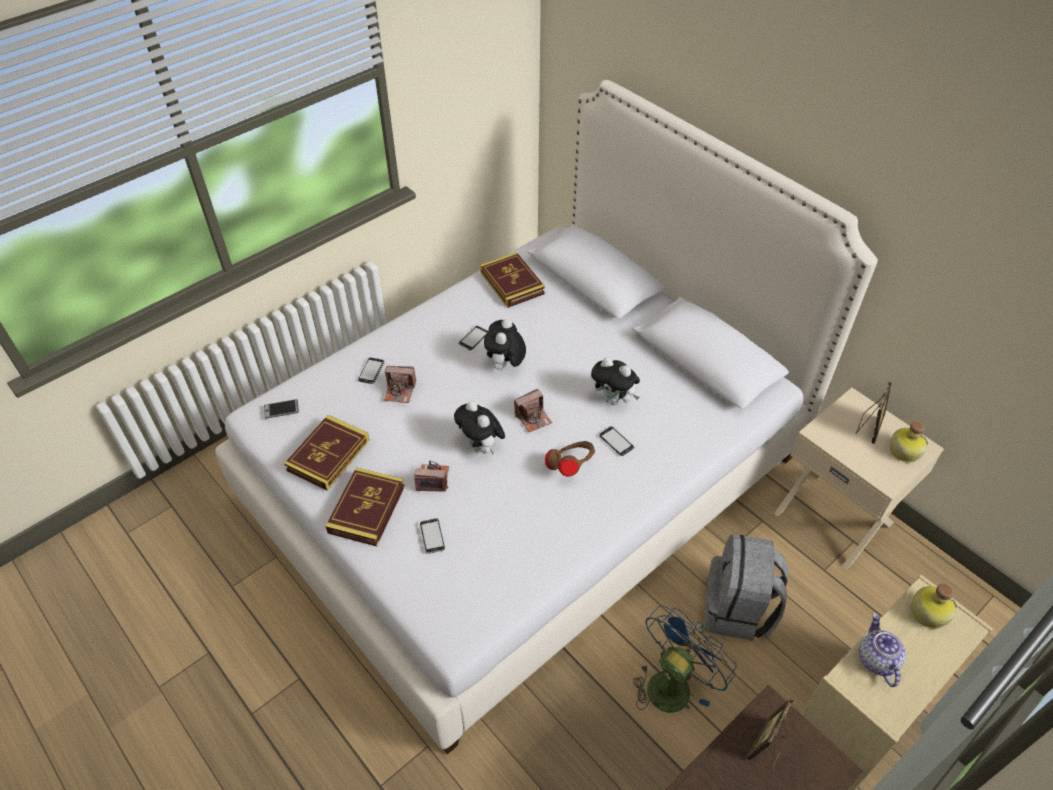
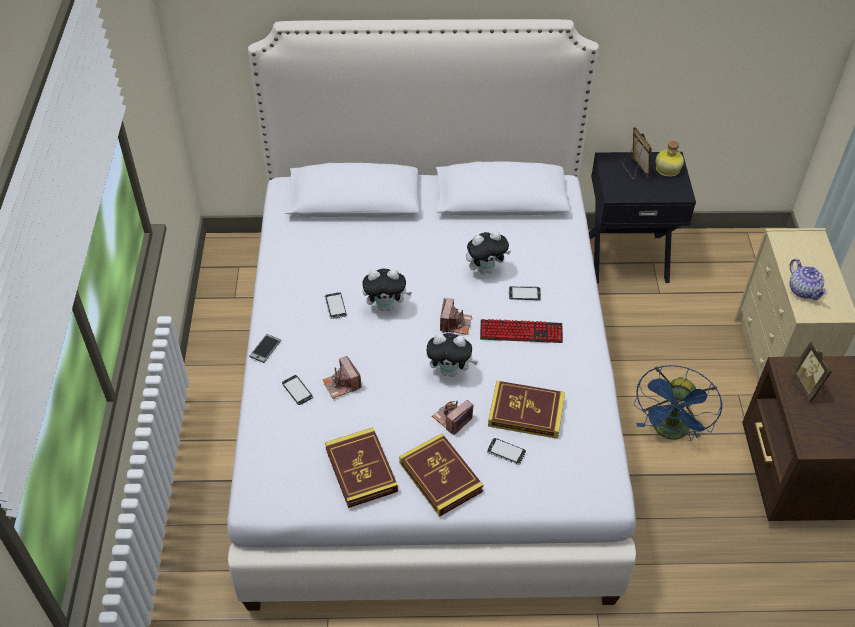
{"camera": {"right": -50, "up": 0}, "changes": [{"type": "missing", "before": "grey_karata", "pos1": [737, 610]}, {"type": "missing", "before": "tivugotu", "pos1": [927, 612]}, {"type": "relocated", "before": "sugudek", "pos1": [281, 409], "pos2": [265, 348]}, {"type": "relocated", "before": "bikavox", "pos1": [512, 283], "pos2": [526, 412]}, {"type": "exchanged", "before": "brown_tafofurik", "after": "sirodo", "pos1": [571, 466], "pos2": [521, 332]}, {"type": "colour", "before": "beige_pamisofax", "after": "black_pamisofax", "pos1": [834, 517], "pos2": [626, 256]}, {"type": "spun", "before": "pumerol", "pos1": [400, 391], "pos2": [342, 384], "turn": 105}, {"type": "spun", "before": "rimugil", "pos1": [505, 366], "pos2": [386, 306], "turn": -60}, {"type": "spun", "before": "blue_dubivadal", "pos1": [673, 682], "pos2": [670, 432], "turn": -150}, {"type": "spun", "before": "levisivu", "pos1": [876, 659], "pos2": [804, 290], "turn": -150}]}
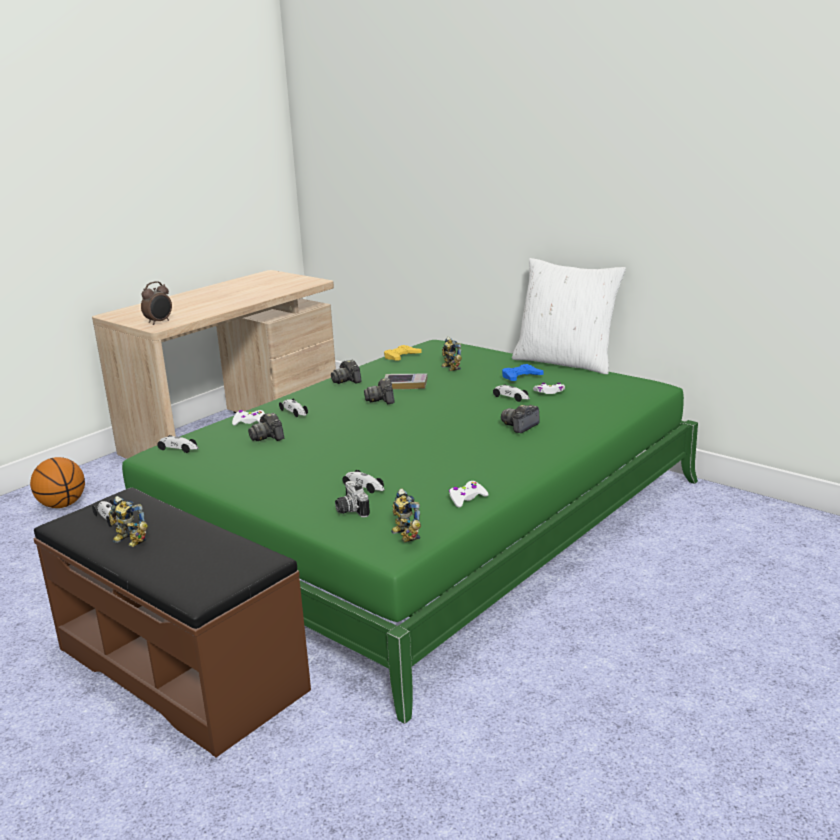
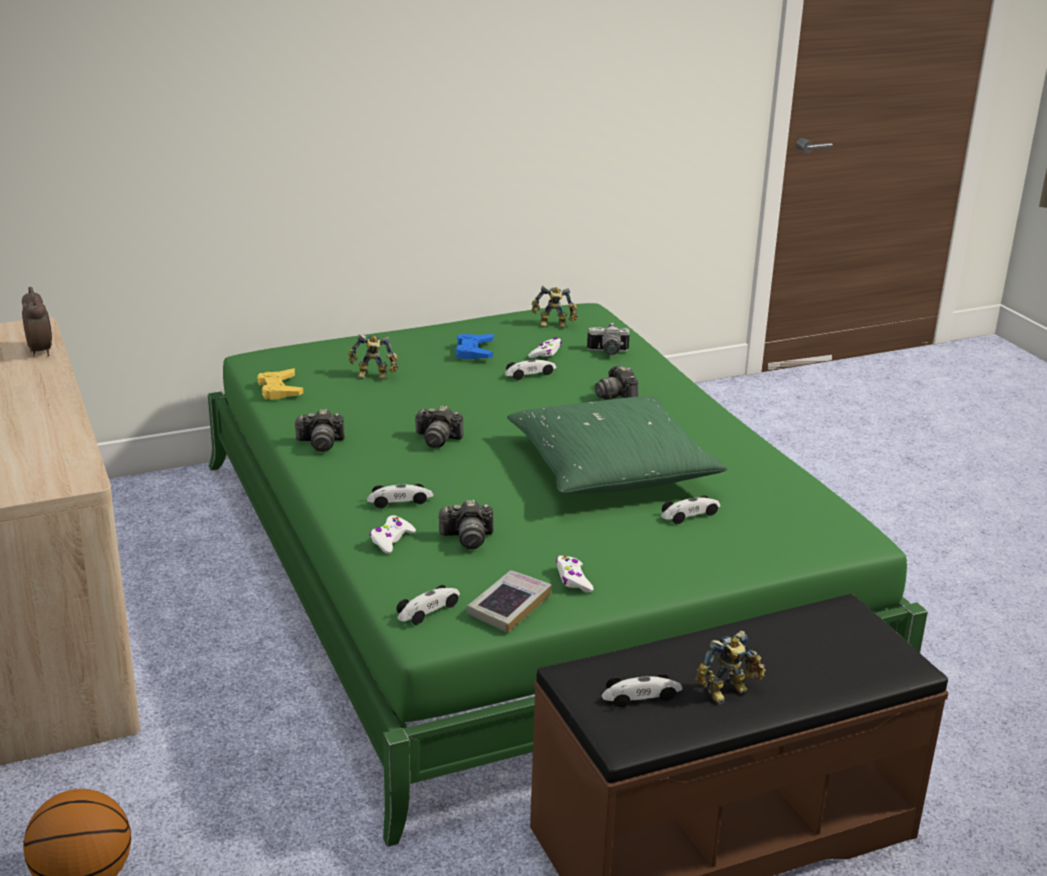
{"camera": {"right": -65, "up": 5}, "changes": [{"type": "missing", "before": "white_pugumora", "pos1": [566, 362]}, {"type": "appeared", "after": "green_pugumora", "pos2": [611, 468]}, {"type": "relocated", "before": "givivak", "pos1": [159, 322], "pos2": [41, 351]}, {"type": "relocated", "before": "pumerol", "pos1": [350, 510], "pos2": [608, 352]}, {"type": "relocated", "before": "bikavox", "pos1": [405, 384], "pos2": [509, 606]}, {"type": "relocated", "before": "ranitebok", "pos1": [404, 536], "pos2": [554, 325]}, {"type": "relocated", "before": "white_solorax", "pos1": [467, 498], "pos2": [573, 579]}]}
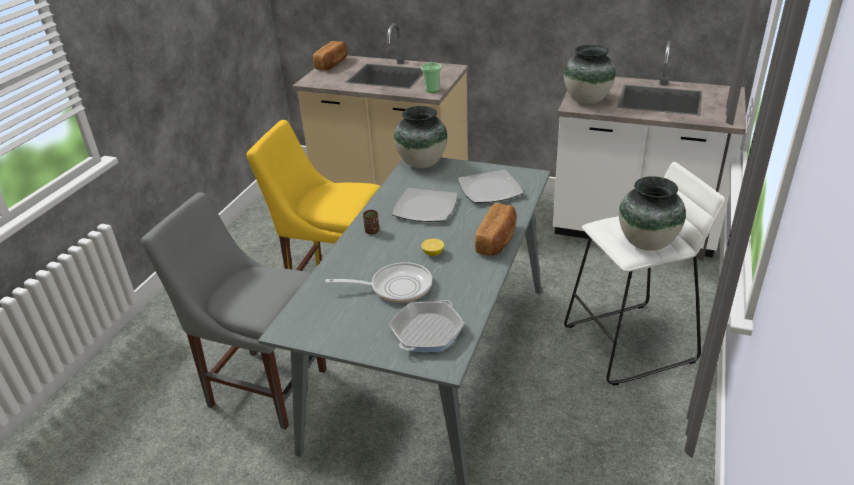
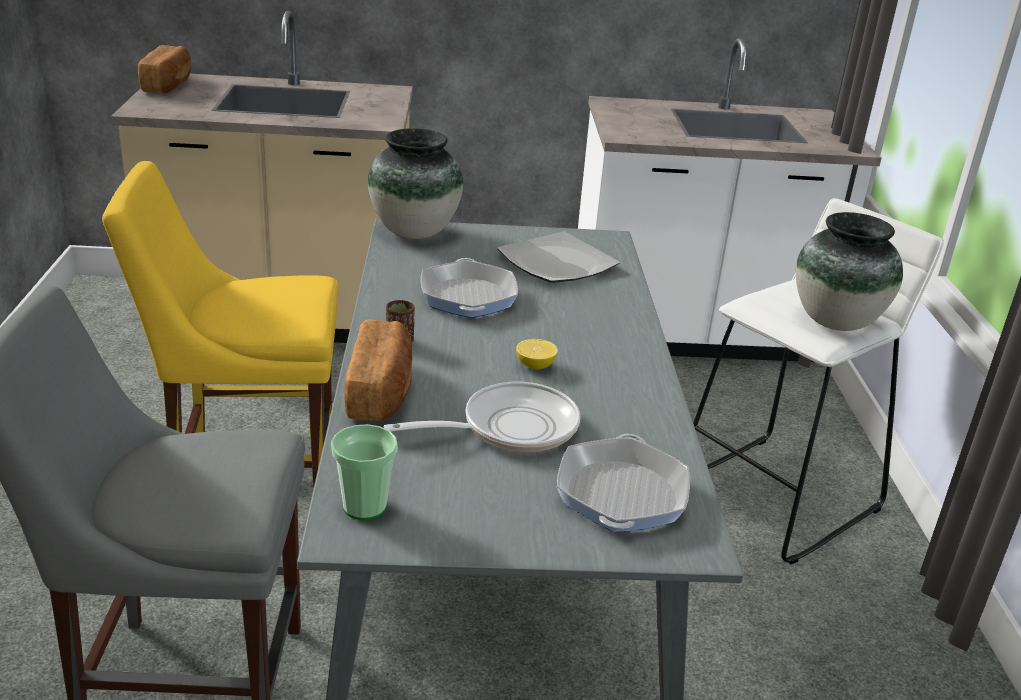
{"camera": {"right": -25, "up": -5}, "changes": [{"type": "missing", "before": "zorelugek", "pos1": [587, 100]}, {"type": "relocated", "before": "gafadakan", "pos1": [432, 90], "pos2": [364, 506]}, {"type": "relocated", "before": "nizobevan", "pos1": [497, 240], "pos2": [381, 391]}, {"type": "exchanged", "before": "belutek", "after": "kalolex", "pos1": [425, 207], "pos2": [468, 297]}]}
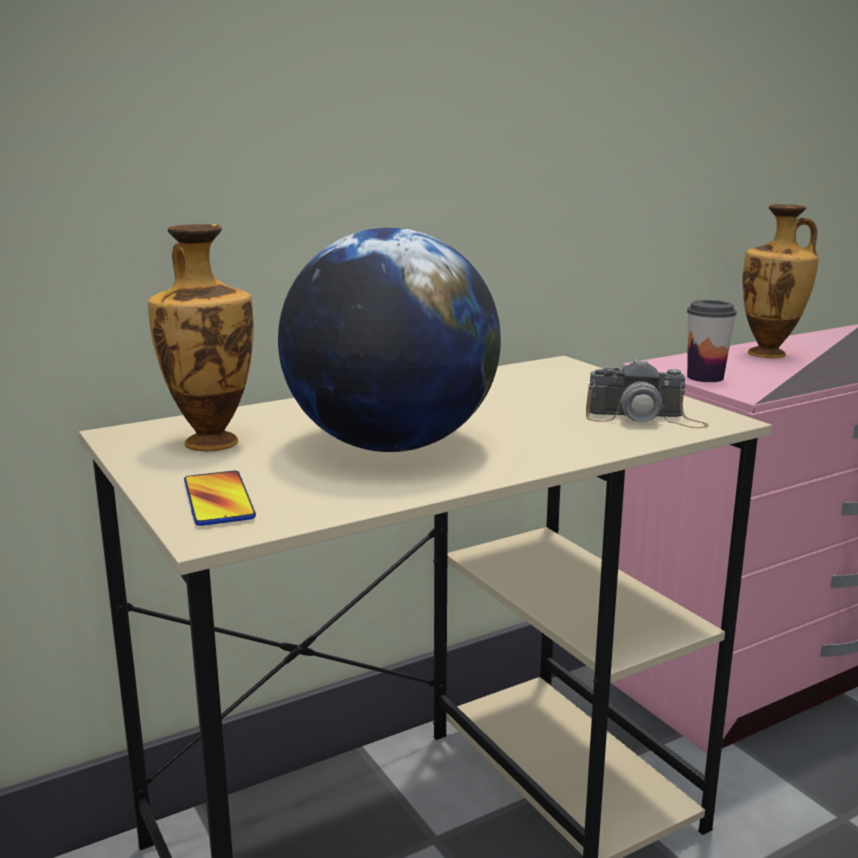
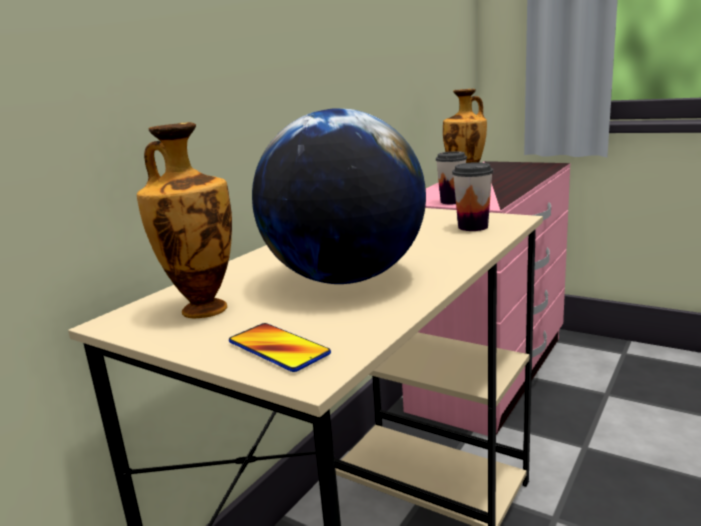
{"camera": {"right": -25, "up": 0}, "changes": [{"type": "exchanged", "before": "pumerol", "after": "gafadakan", "pos1": [645, 418], "pos2": [473, 227]}]}
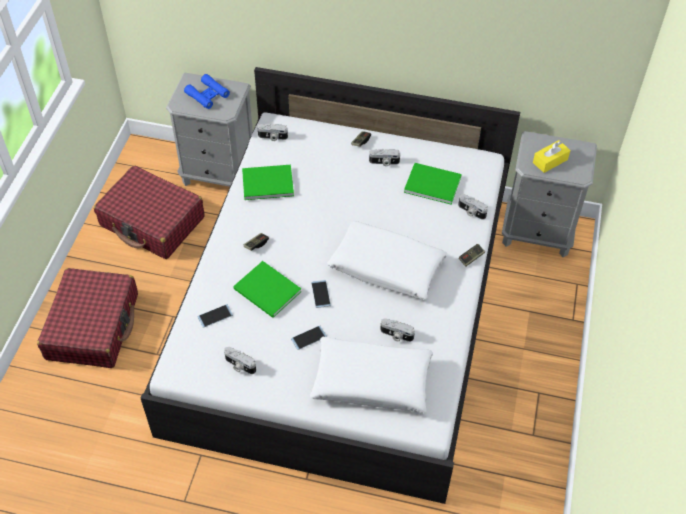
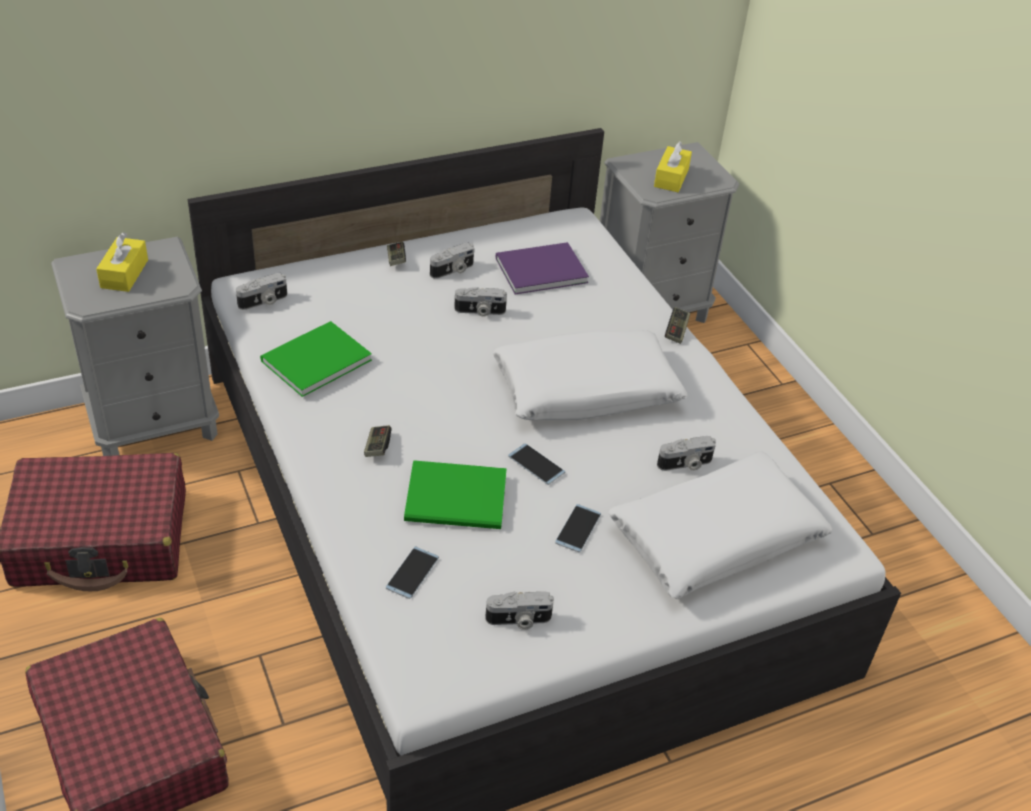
{"camera": {"right": -40, "up": -10}, "changes": [{"type": "relocated", "before": "pumerol", "pos1": [471, 212], "pos2": [480, 311]}, {"type": "exchanged", "before": "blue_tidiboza", "after": "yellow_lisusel", "pos1": [207, 95], "pos2": [124, 274]}, {"type": "colour", "before": "green_bikavox", "after": "purple_bikavox", "pos1": [431, 183], "pos2": [538, 269]}]}
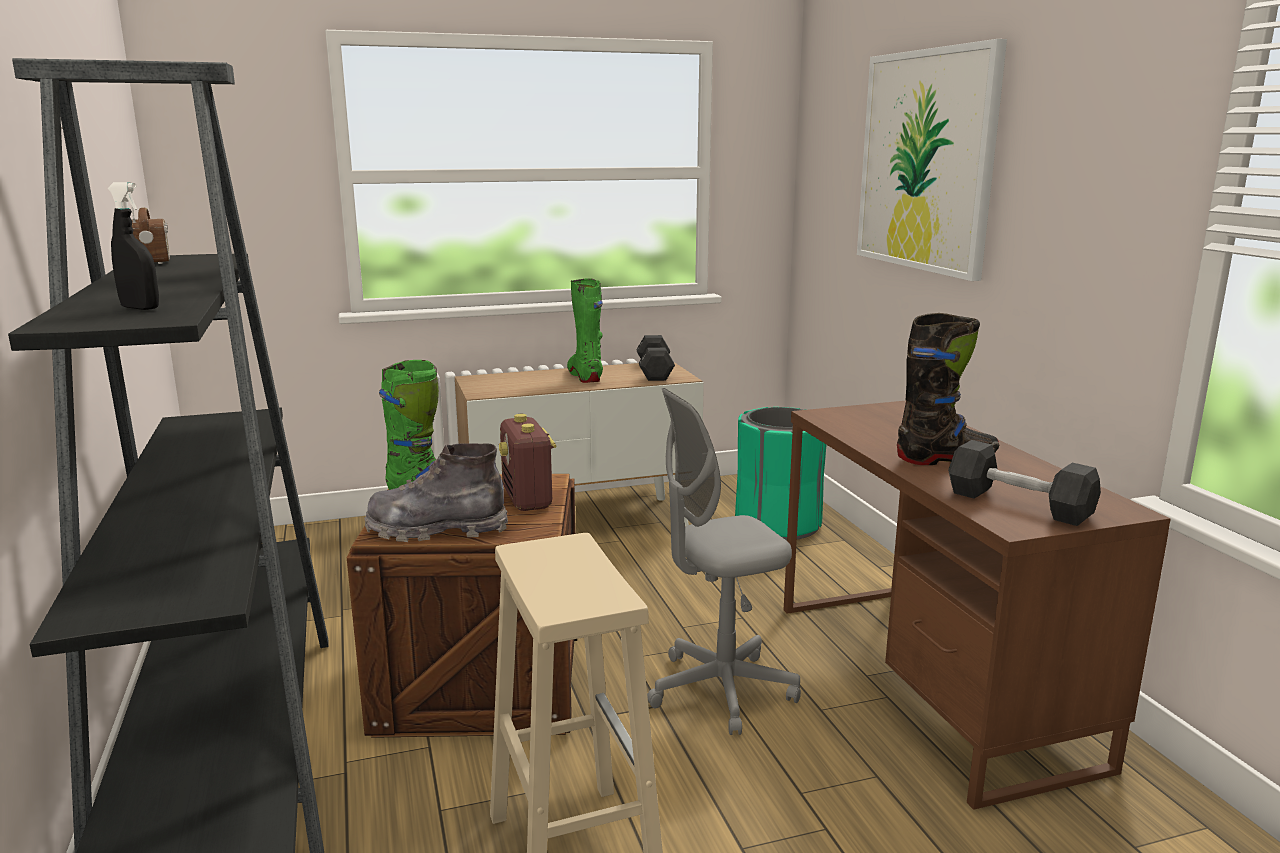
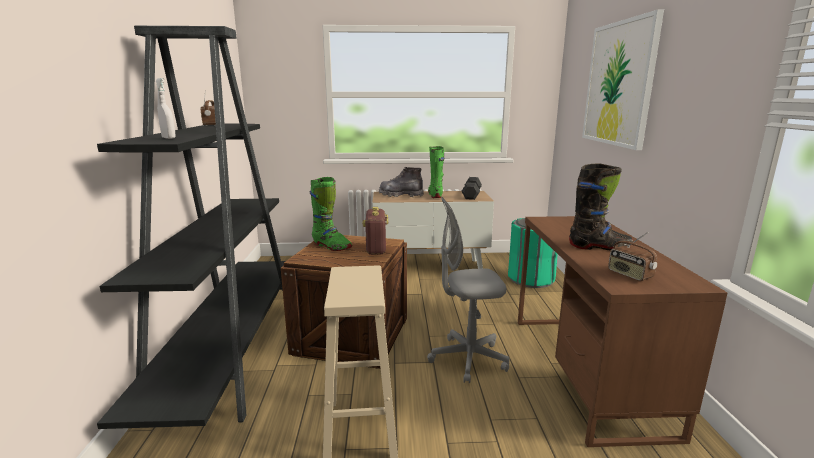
{"camera": {"right": 15, "up": 0}, "changes": [{"type": "relocated", "before": "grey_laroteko", "pos1": [437, 530], "pos2": [401, 195]}, {"type": "exchanged", "before": "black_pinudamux", "after": "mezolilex", "pos1": [1018, 504], "pos2": [629, 275]}, {"type": "colour", "before": "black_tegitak", "after": "white_tegitak", "pos1": [140, 308], "pos2": [168, 138]}]}
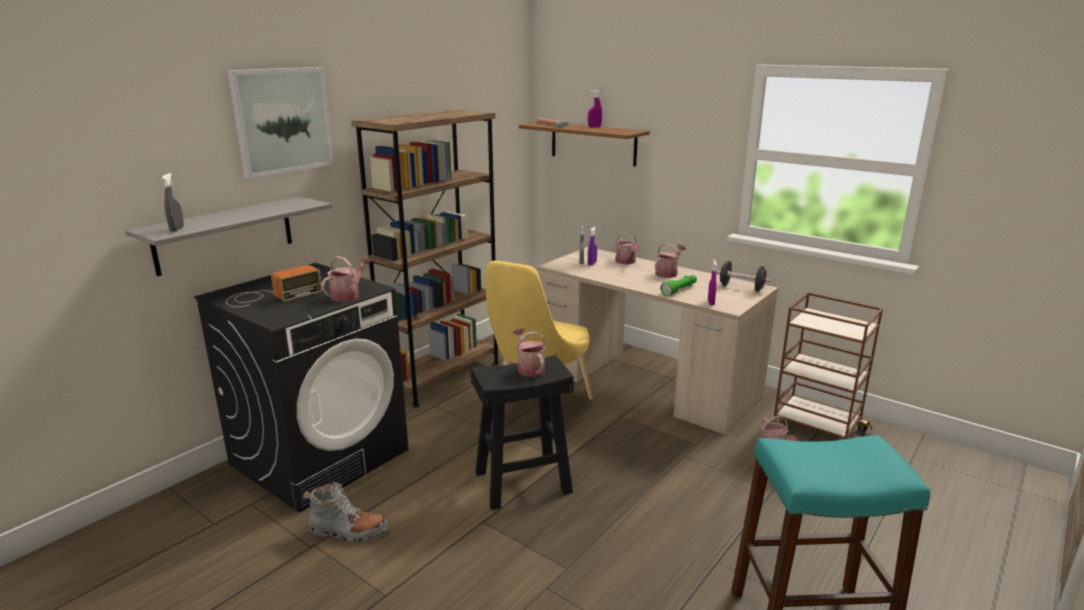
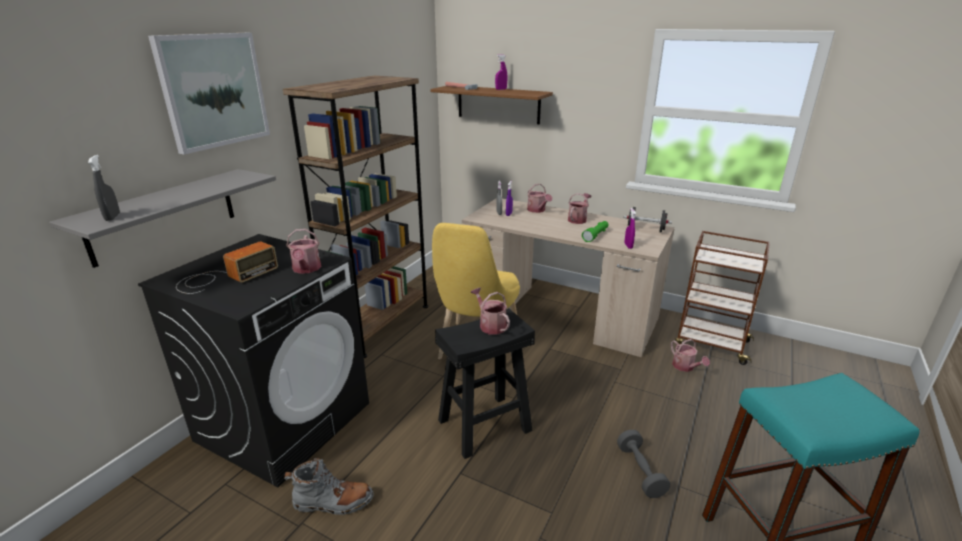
{"camera": {"right": -10, "up": 5}, "changes": [{"type": "appeared", "after": "grey_pinudamux", "pos2": [640, 471]}, {"type": "spun", "before": "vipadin", "pos1": [348, 295], "pos2": [306, 269], "turn": 150}]}
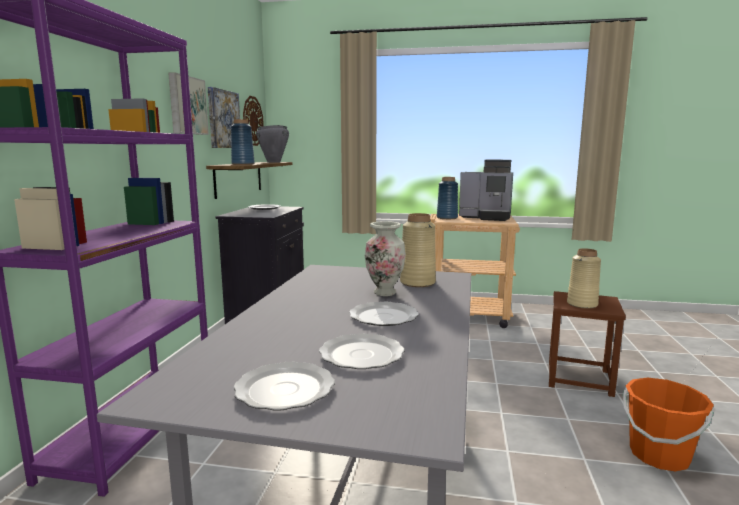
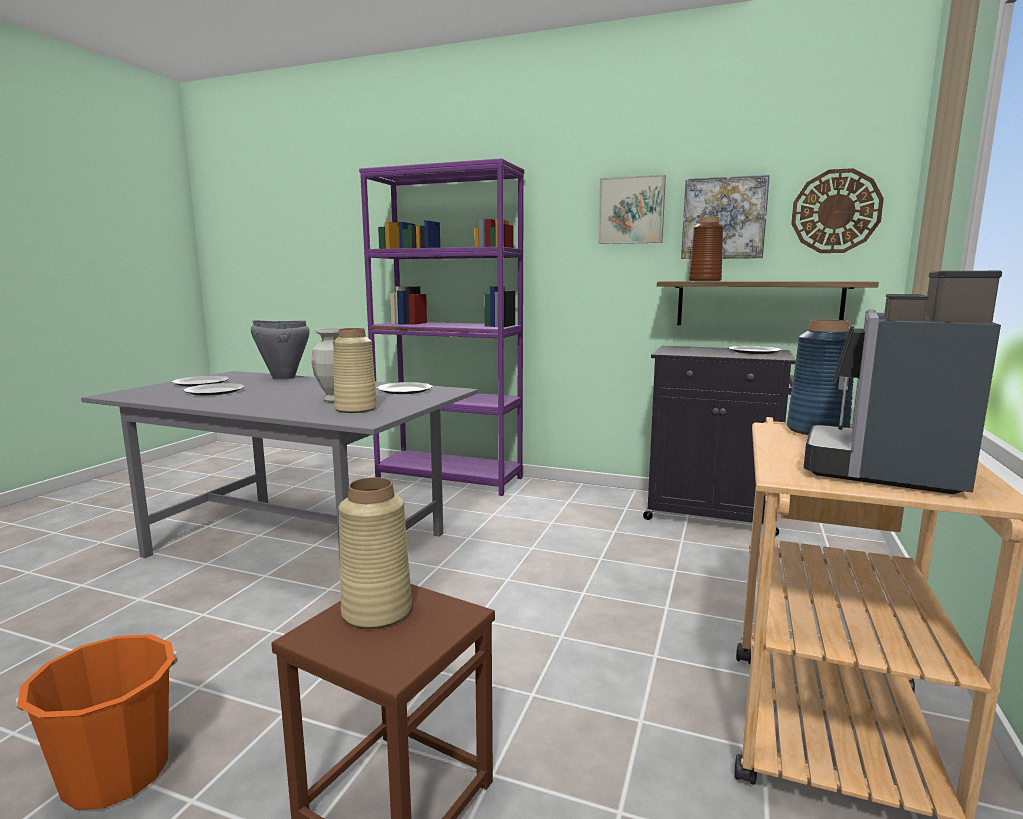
{"camera": {"right": 100, "up": 0}, "changes": [{"type": "relocated", "before": "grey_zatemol", "pos1": [273, 162], "pos2": [283, 377]}, {"type": "relocated", "before": "belutek", "pos1": [382, 316], "pos2": [405, 390]}, {"type": "colour", "before": "blue_zorelugek", "after": "brown_zorelugek", "pos1": [243, 164], "pos2": [704, 281]}]}
